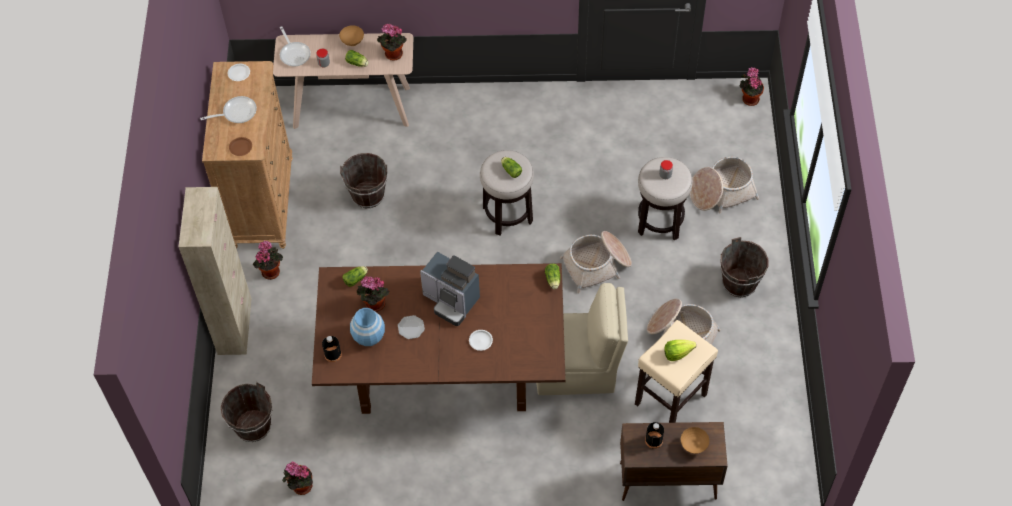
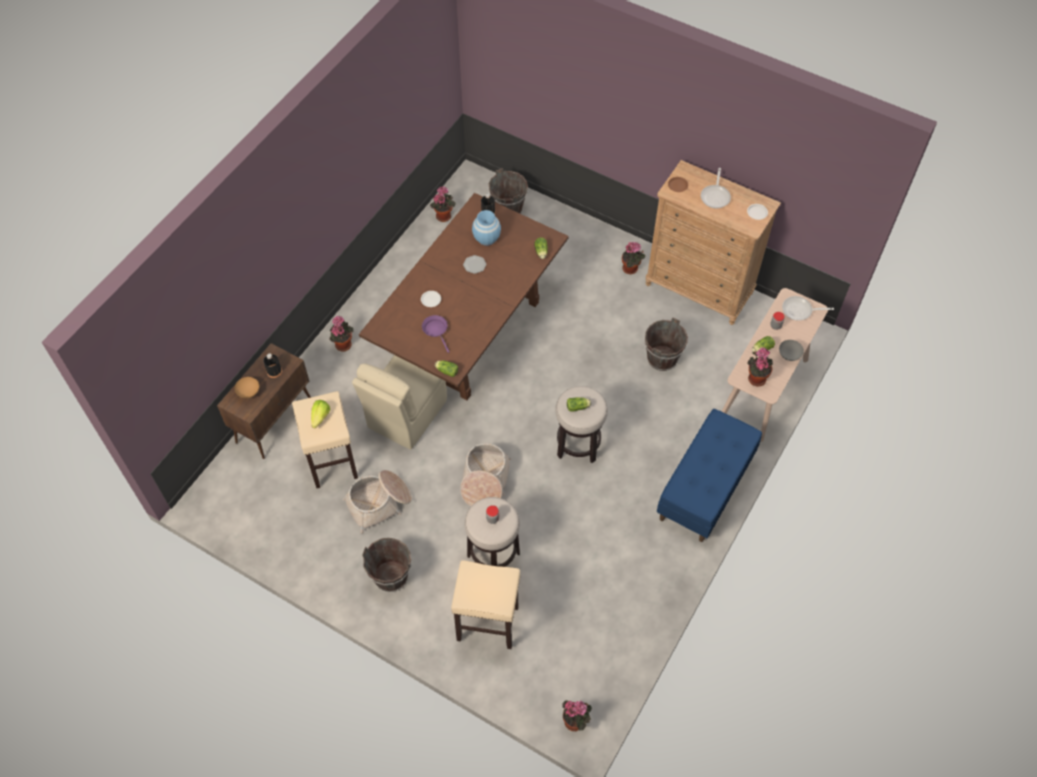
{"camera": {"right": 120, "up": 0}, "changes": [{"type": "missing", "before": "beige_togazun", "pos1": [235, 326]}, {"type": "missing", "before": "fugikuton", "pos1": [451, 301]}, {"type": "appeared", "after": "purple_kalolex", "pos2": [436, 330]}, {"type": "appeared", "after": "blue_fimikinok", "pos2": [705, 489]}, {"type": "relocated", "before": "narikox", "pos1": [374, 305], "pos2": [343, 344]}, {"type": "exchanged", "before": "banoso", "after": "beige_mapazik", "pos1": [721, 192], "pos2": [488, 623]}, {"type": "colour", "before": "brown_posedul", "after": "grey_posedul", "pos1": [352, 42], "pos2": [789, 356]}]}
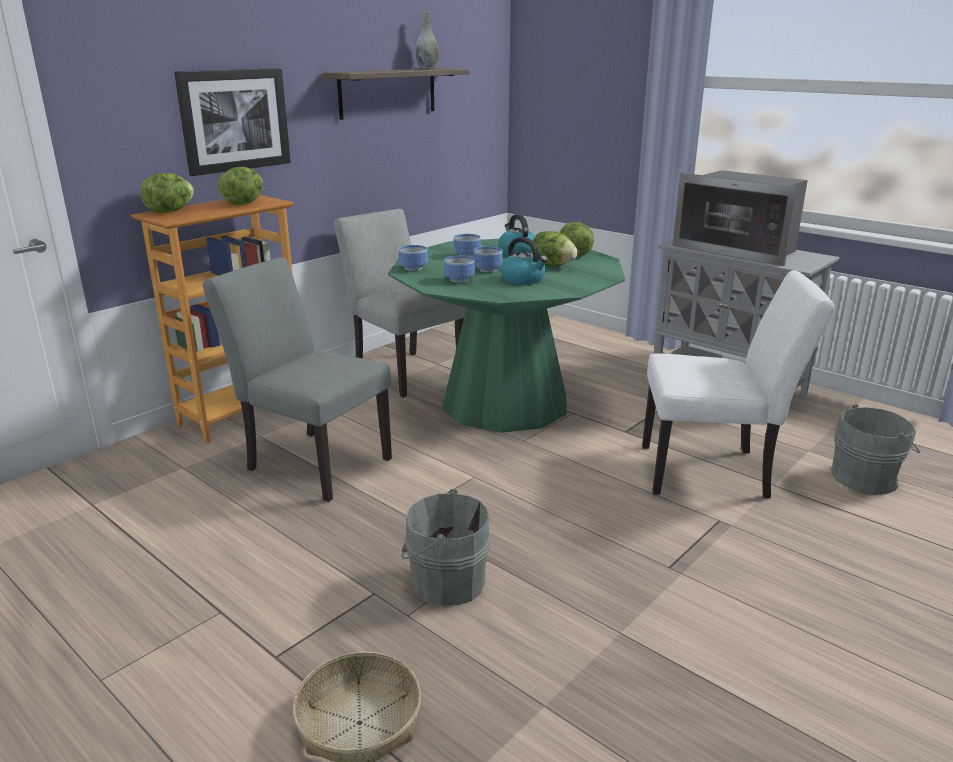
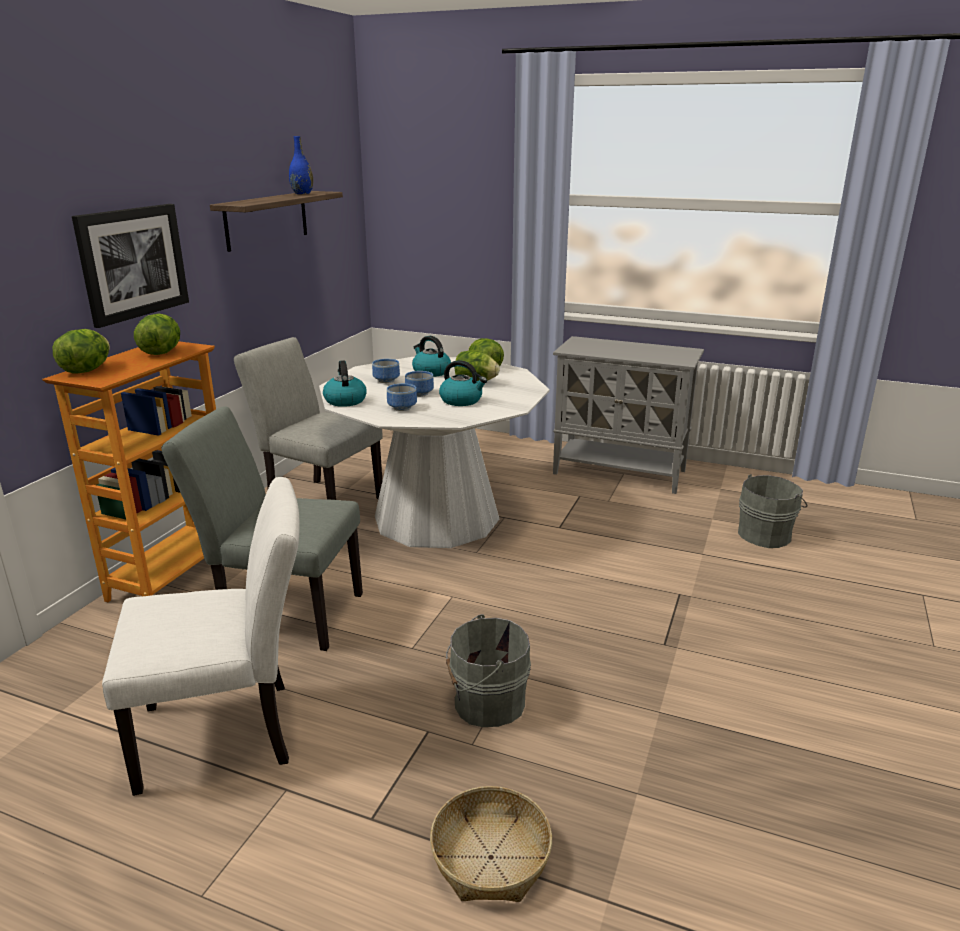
{"camera": {"right": -20, "up": 0}, "changes": [{"type": "missing", "before": "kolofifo", "pos1": [739, 249]}, {"type": "relocated", "before": "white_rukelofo", "pos1": [715, 472], "pos2": [231, 732]}, {"type": "exchanged", "before": "posedul", "after": "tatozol", "pos1": [412, 268], "pos2": [345, 400]}, {"type": "colour", "before": "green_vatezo", "after": "white_vatezo", "pos1": [504, 402], "pos2": [437, 517]}, {"type": "colour", "before": "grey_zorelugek", "after": "blue_zorelugek", "pos1": [427, 68], "pos2": [302, 193]}]}
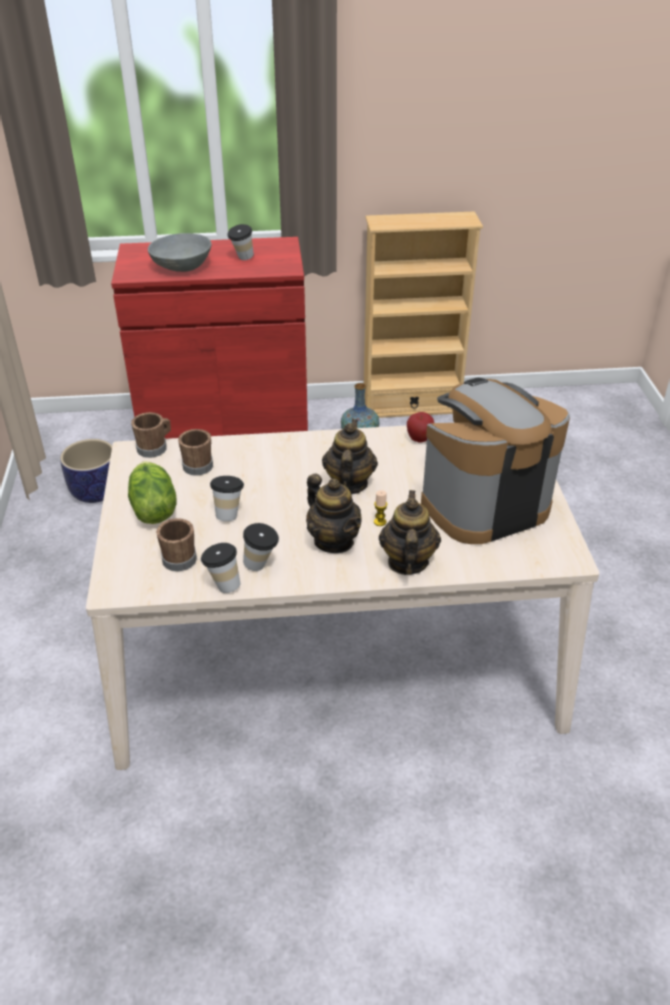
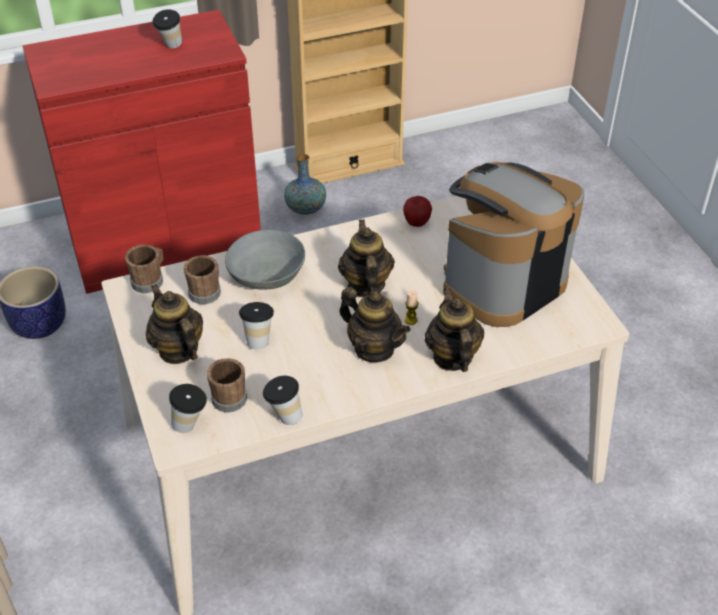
{"camera": {"right": -15, "up": 5}, "changes": [{"type": "relocated", "before": "grey_posedul", "pos1": [183, 266], "pos2": [267, 275]}, {"type": "relocated", "before": "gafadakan", "pos1": [261, 565], "pos2": [191, 425]}, {"type": "exchanged", "before": "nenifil", "after": "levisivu", "pos1": [152, 509], "pos2": [178, 350]}]}
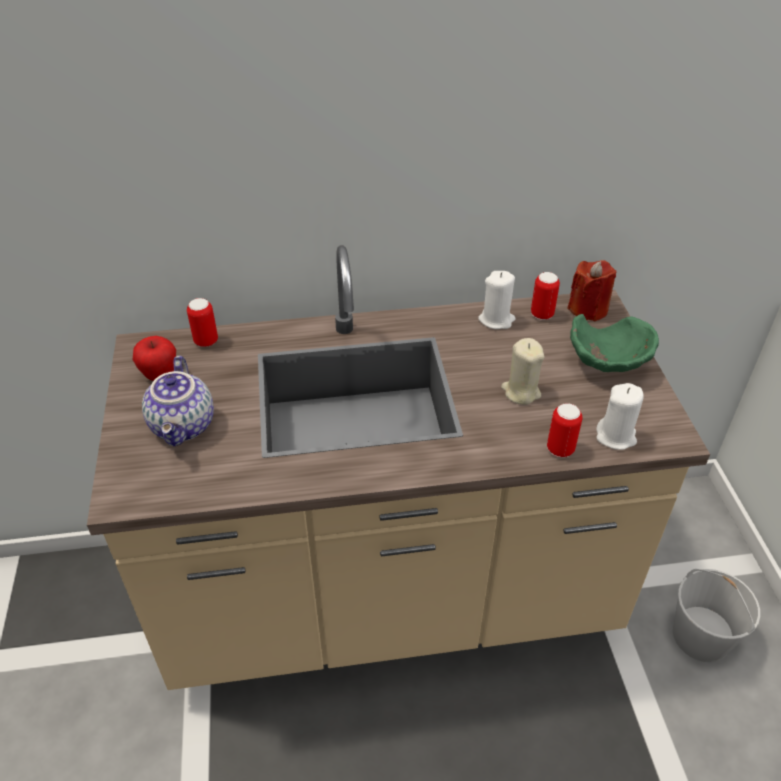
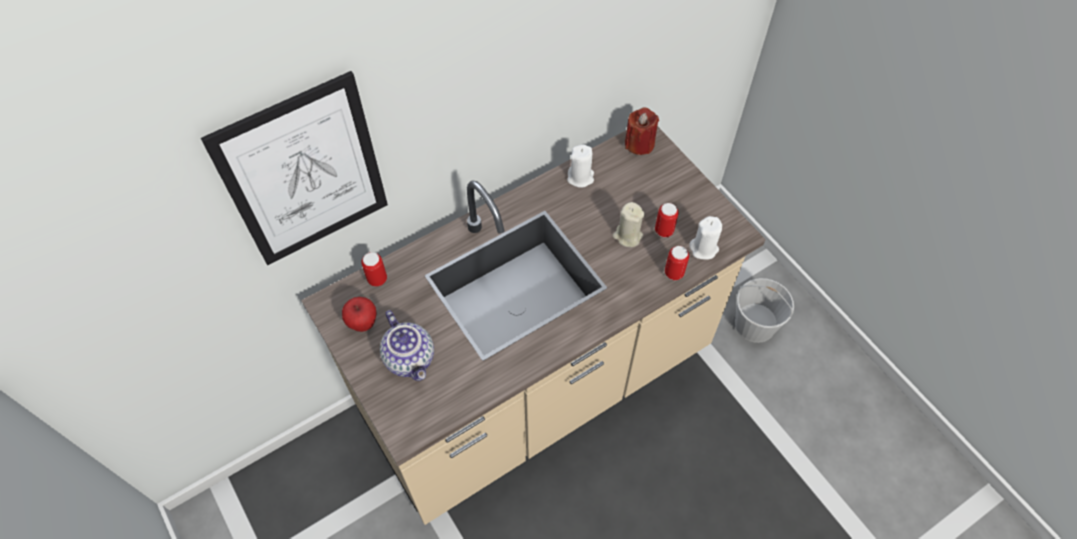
{"camera": {"right": -25, "up": 15}, "changes": [{"type": "missing", "before": "green_posedul", "pos1": [606, 366]}, {"type": "appeared", "after": "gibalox", "pos2": [305, 174]}, {"type": "relocated", "before": "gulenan", "pos1": [542, 314], "pos2": [664, 230]}]}
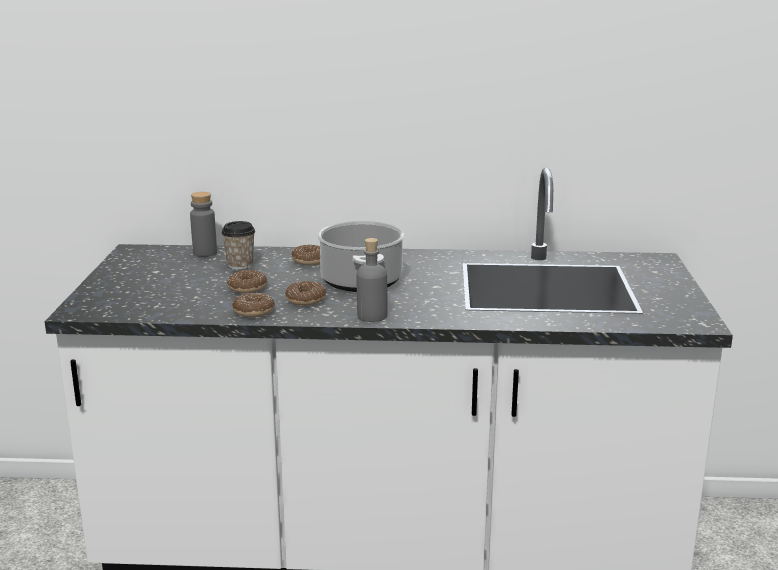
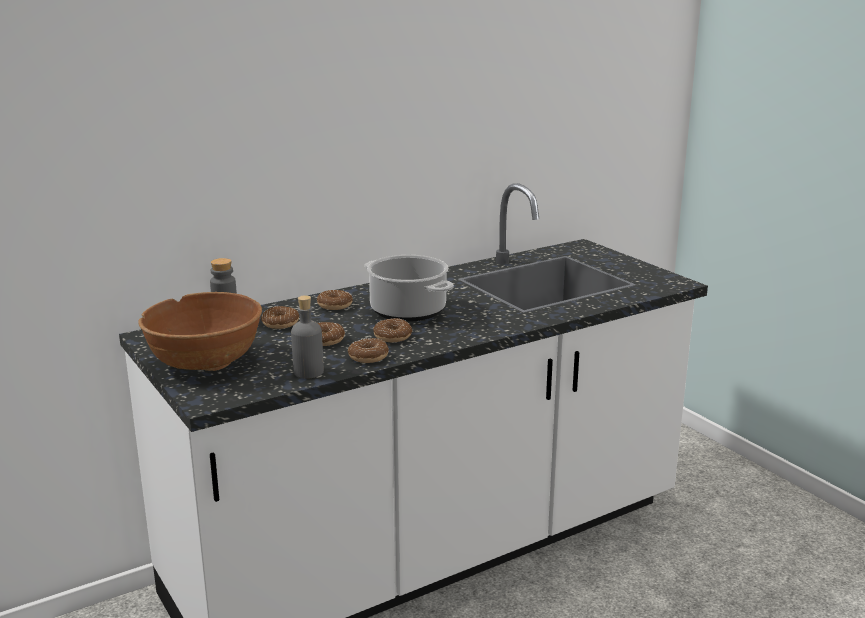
{"camera": {"right": -35, "up": 0}, "changes": [{"type": "appeared", "after": "brown_posedul", "pos2": [205, 362]}, {"type": "relocated", "before": "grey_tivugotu", "pos1": [372, 316], "pos2": [308, 372]}, {"type": "exchanged", "before": "gafadakan", "after": "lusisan", "pos1": [240, 265], "pos2": [280, 323]}]}
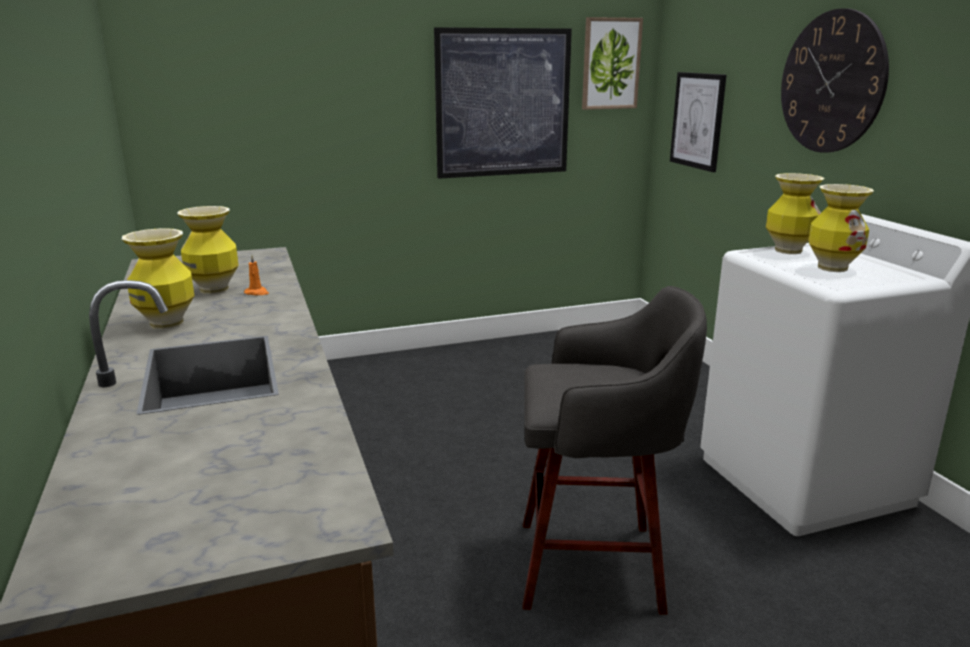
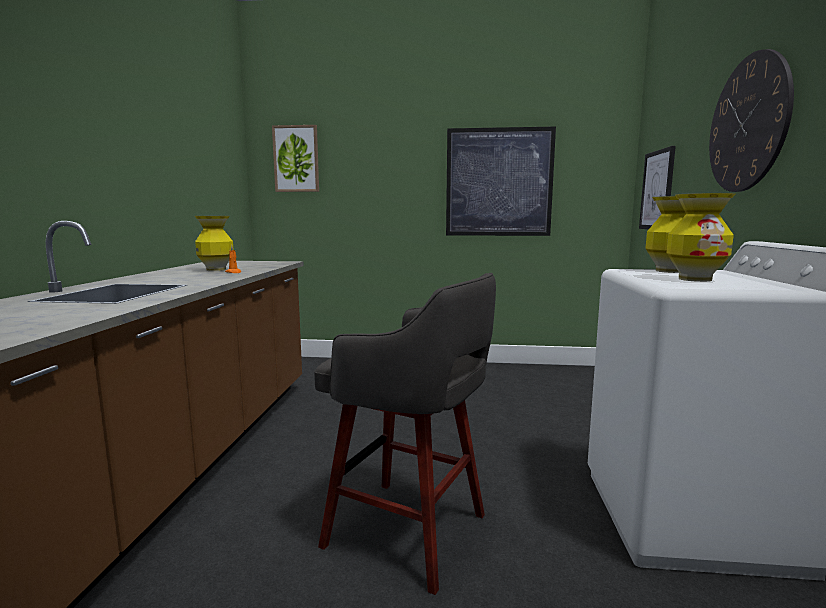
{"camera": {"right": 25, "up": -10}, "changes": [{"type": "missing", "before": "zorelugek", "pos1": [167, 323]}, {"type": "relocated", "before": "gibalox", "pos1": [610, 64], "pos2": [296, 159]}]}
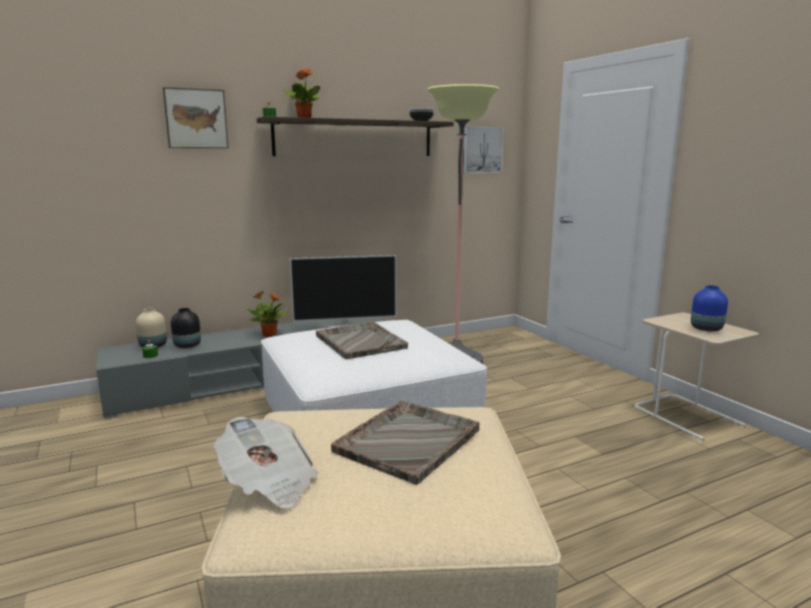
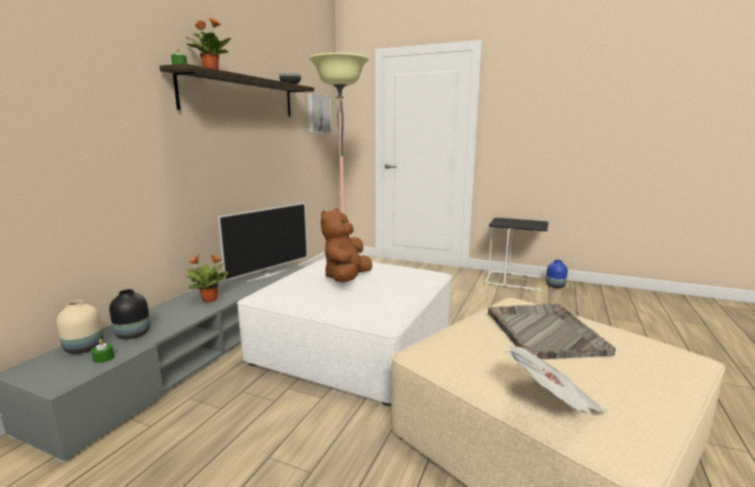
{"camera": {"right": -40, "up": 0}, "changes": [{"type": "missing", "before": "gibalox", "pos1": [196, 119]}, {"type": "relocated", "before": "blue_zorelugek", "pos1": [707, 329], "pos2": [555, 286]}, {"type": "exchanged", "before": "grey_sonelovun", "after": "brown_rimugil", "pos1": [360, 341], "pos2": [346, 279]}, {"type": "colour", "before": "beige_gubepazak", "after": "black_gubepazak", "pos1": [688, 416], "pos2": [514, 281]}]}
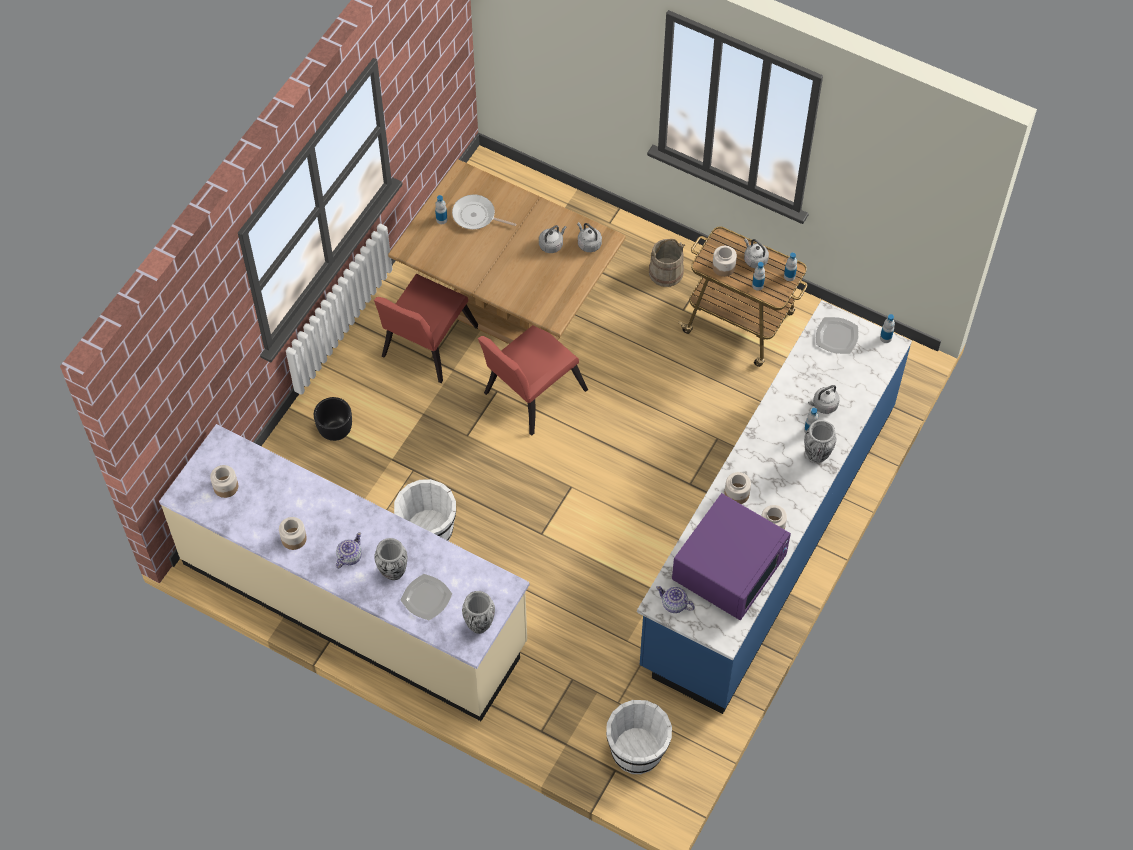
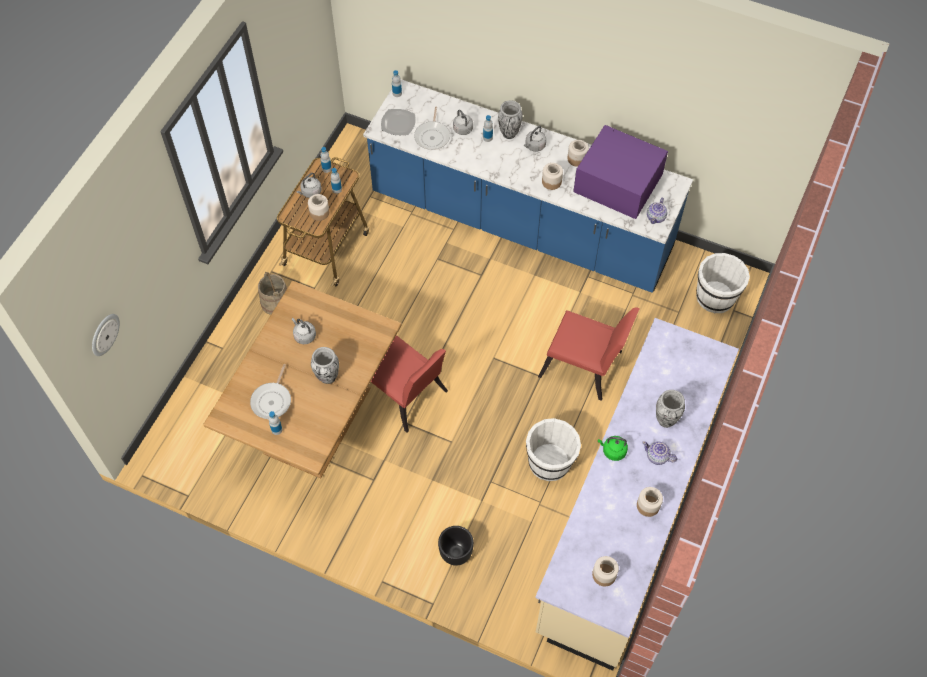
{"camera": {"right": -95, "up": 0}, "changes": [{"type": "missing", "before": "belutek", "pos1": [426, 598]}, {"type": "appeared", "after": "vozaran", "pos2": [104, 334]}, {"type": "appeared", "after": "kalolex", "pos2": [432, 136]}, {"type": "appeared", "after": "green_tatozol", "pos2": [612, 451]}, {"type": "relocated", "before": "red_rukelofo", "pos1": [425, 345], "pos2": [585, 367]}, {"type": "relocated", "before": "zorelugek", "pos1": [479, 624], "pos2": [327, 377]}, {"type": "relocated", "before": "grey_tatozol", "pos1": [588, 243], "pos2": [534, 146]}]}
